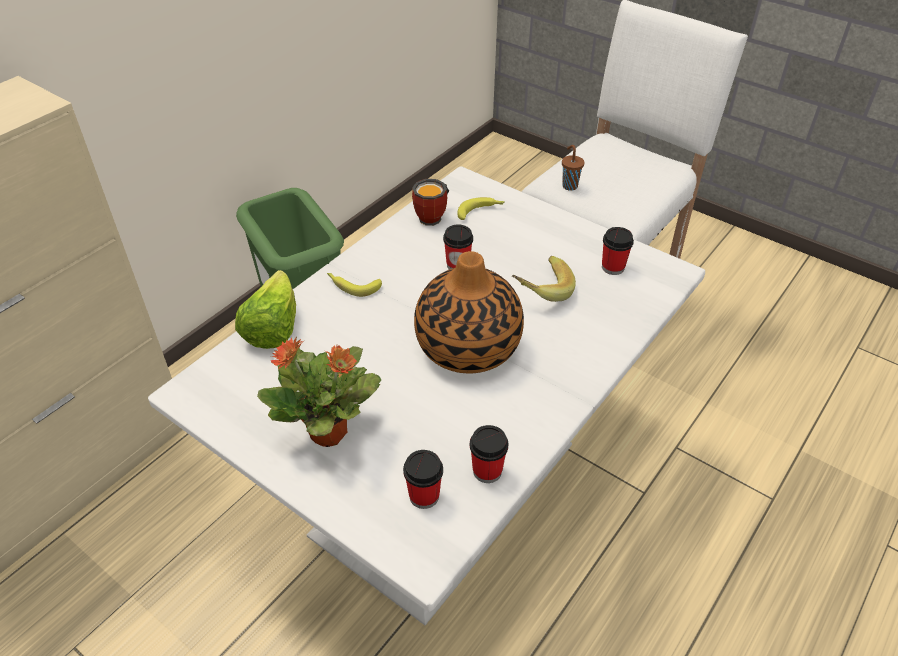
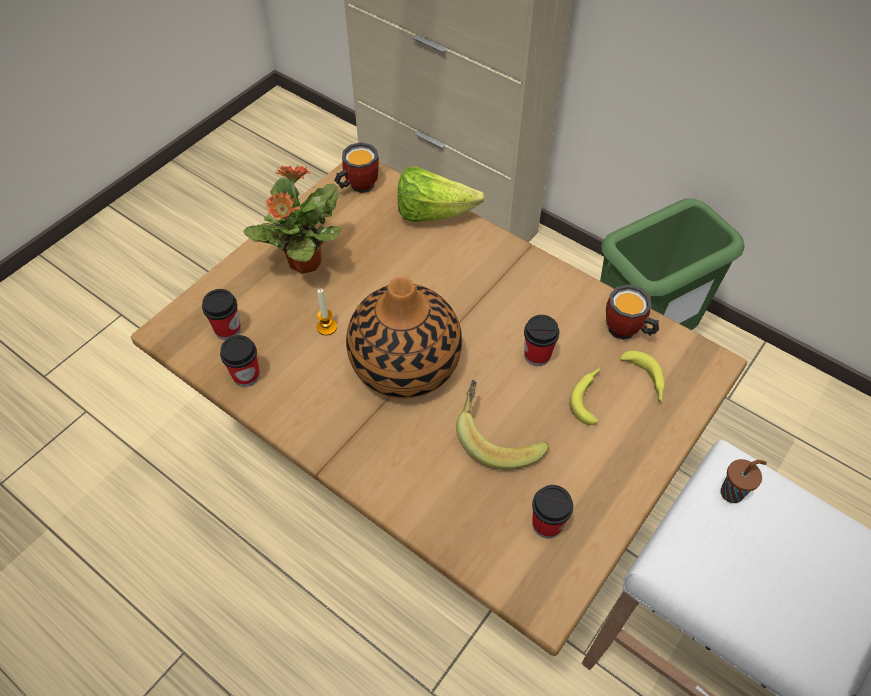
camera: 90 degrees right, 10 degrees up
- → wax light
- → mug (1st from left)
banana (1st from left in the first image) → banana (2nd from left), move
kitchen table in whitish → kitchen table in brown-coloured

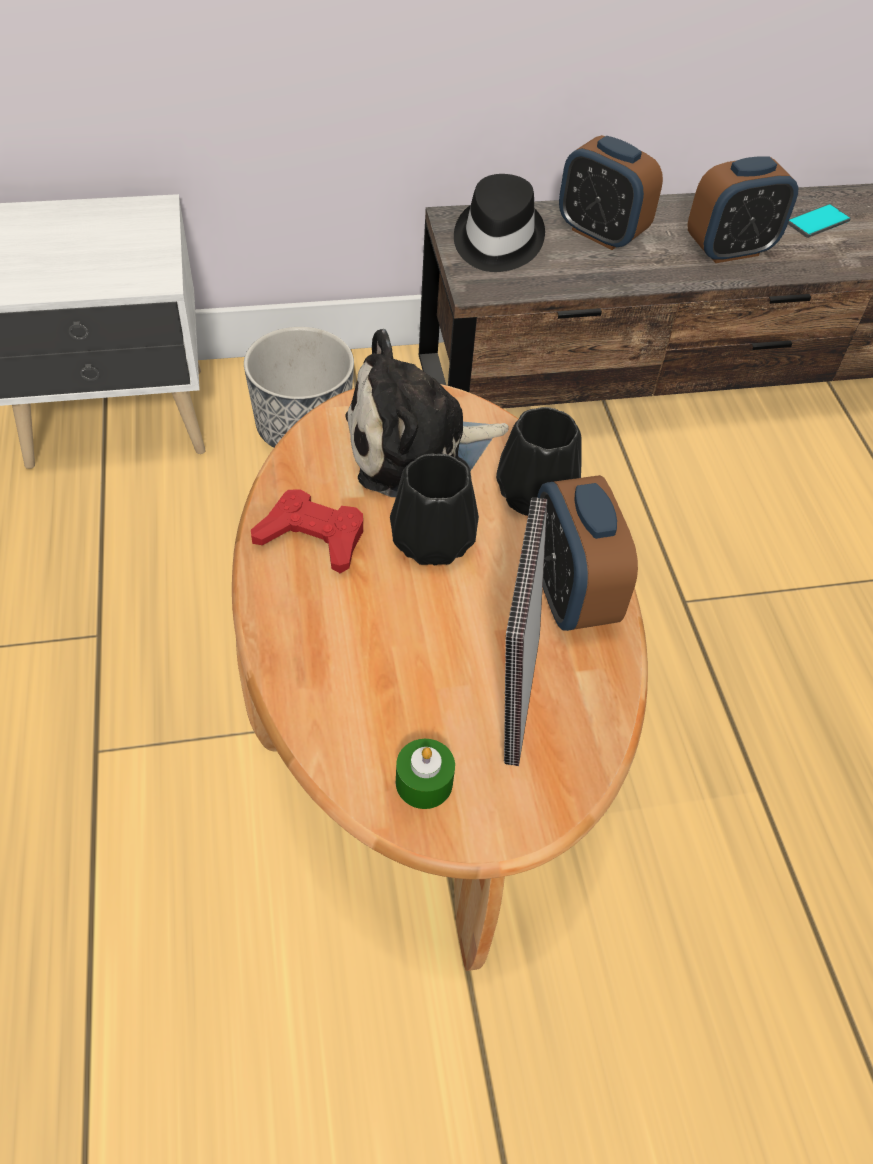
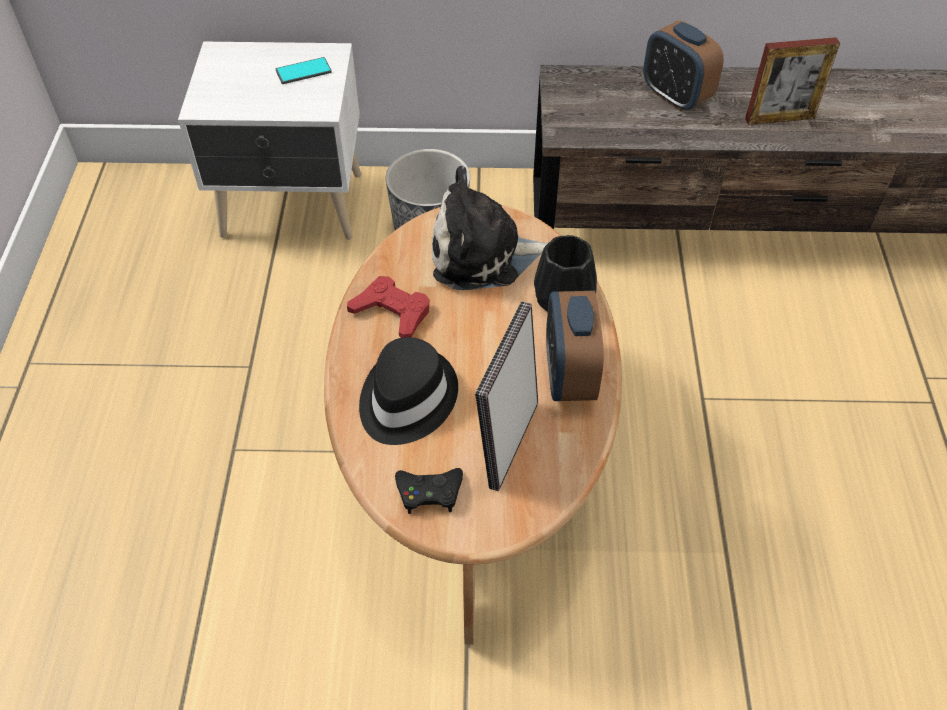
camera: 15 degrees right, 0 degrees up
decorative vase in black (1st from left) → -
hat in black, move
phone, move
wax light in green → joypad in black
table clock (3rd from left) → picture frame (2nd from left)

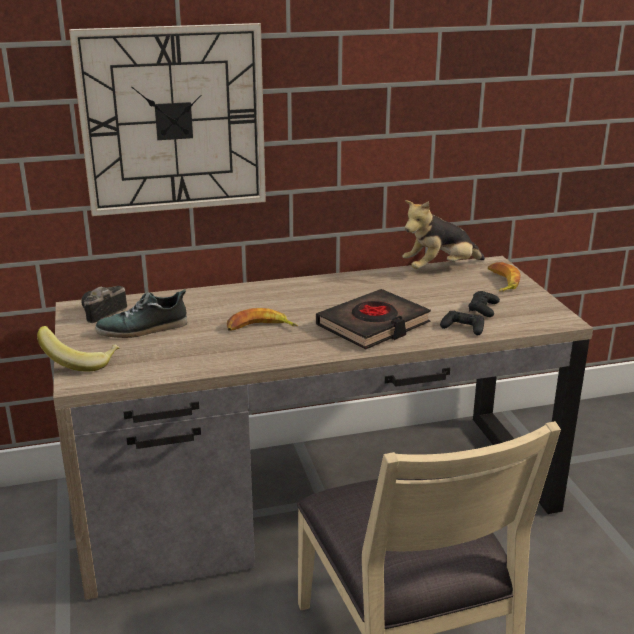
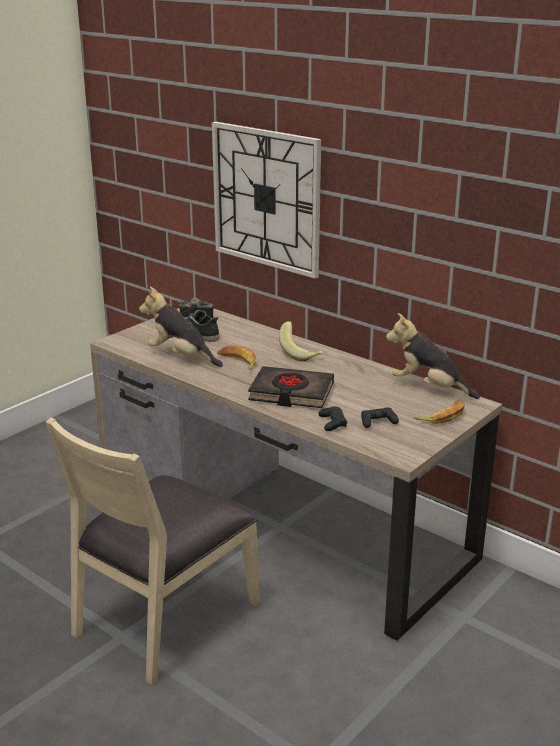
camera: 55 degrees right, 0 degrees up
- → soft toy (1st from left)
banana (1st from left in the first image) → banana (2nd from left), move

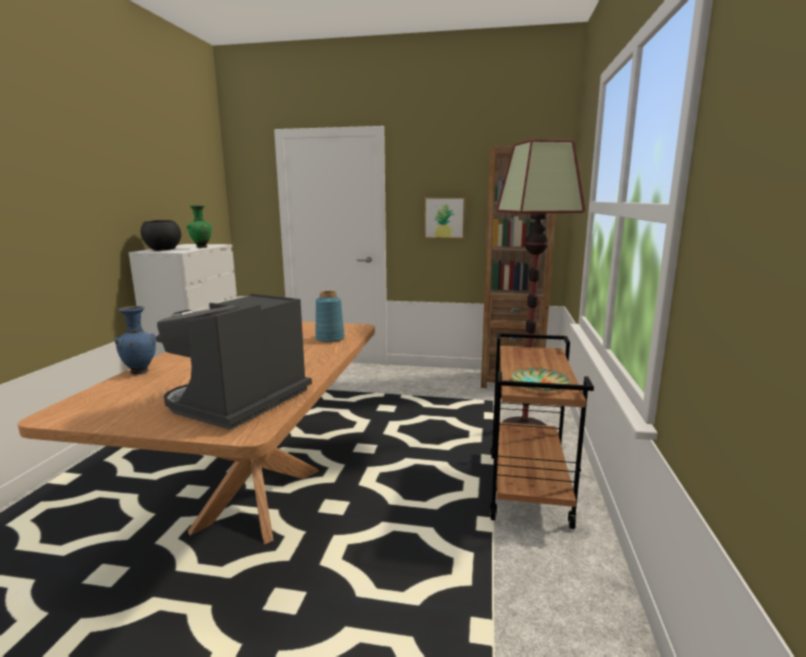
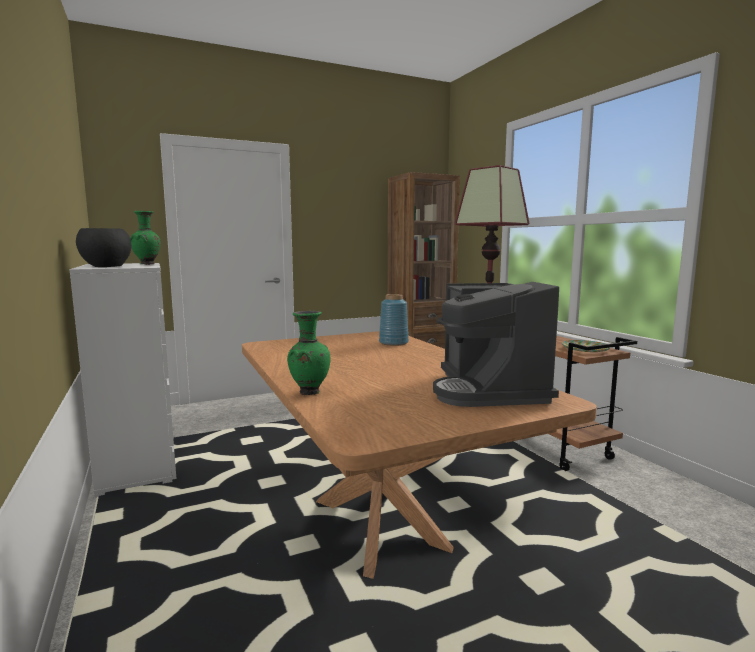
camera: 35 degrees left, 5 degrees down
picture → -
decorative vase in blue-coloured (1st from left) → decorative vase in green (2nd from left)

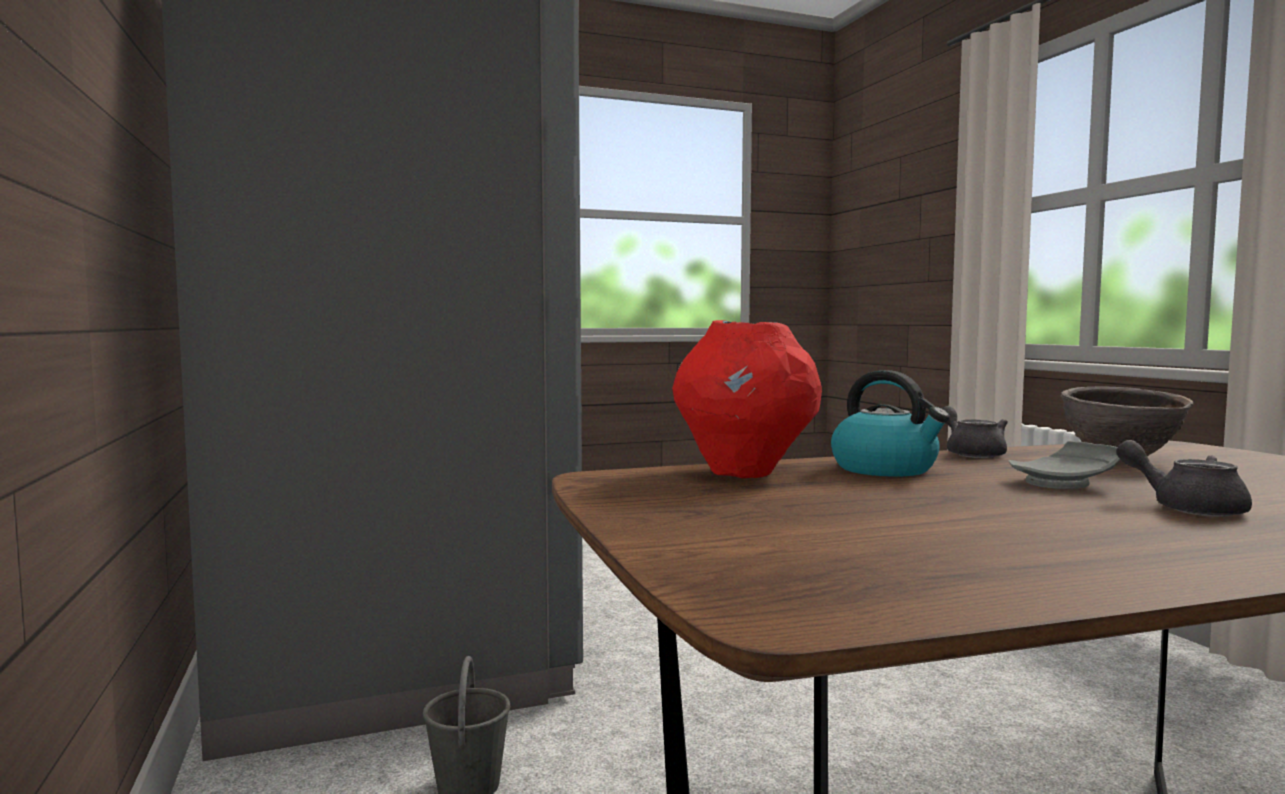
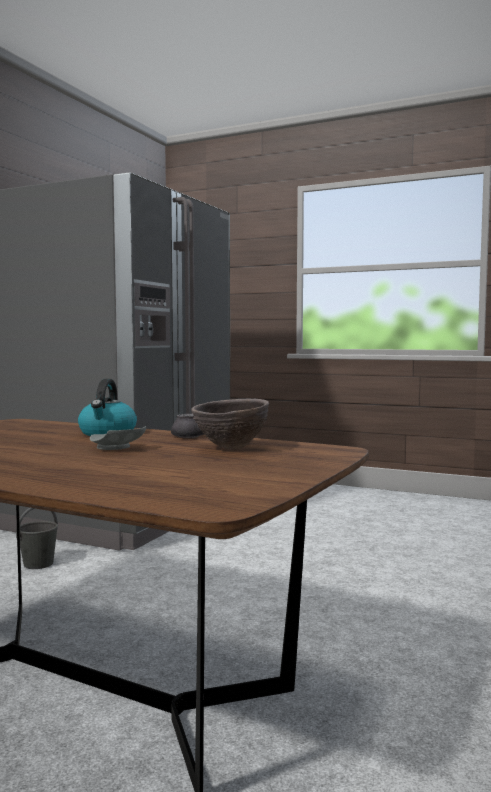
camera: 45 degrees right, 0 degrees up
decorative vase in reddish → -
tea pot in grey (2nd from left) → -

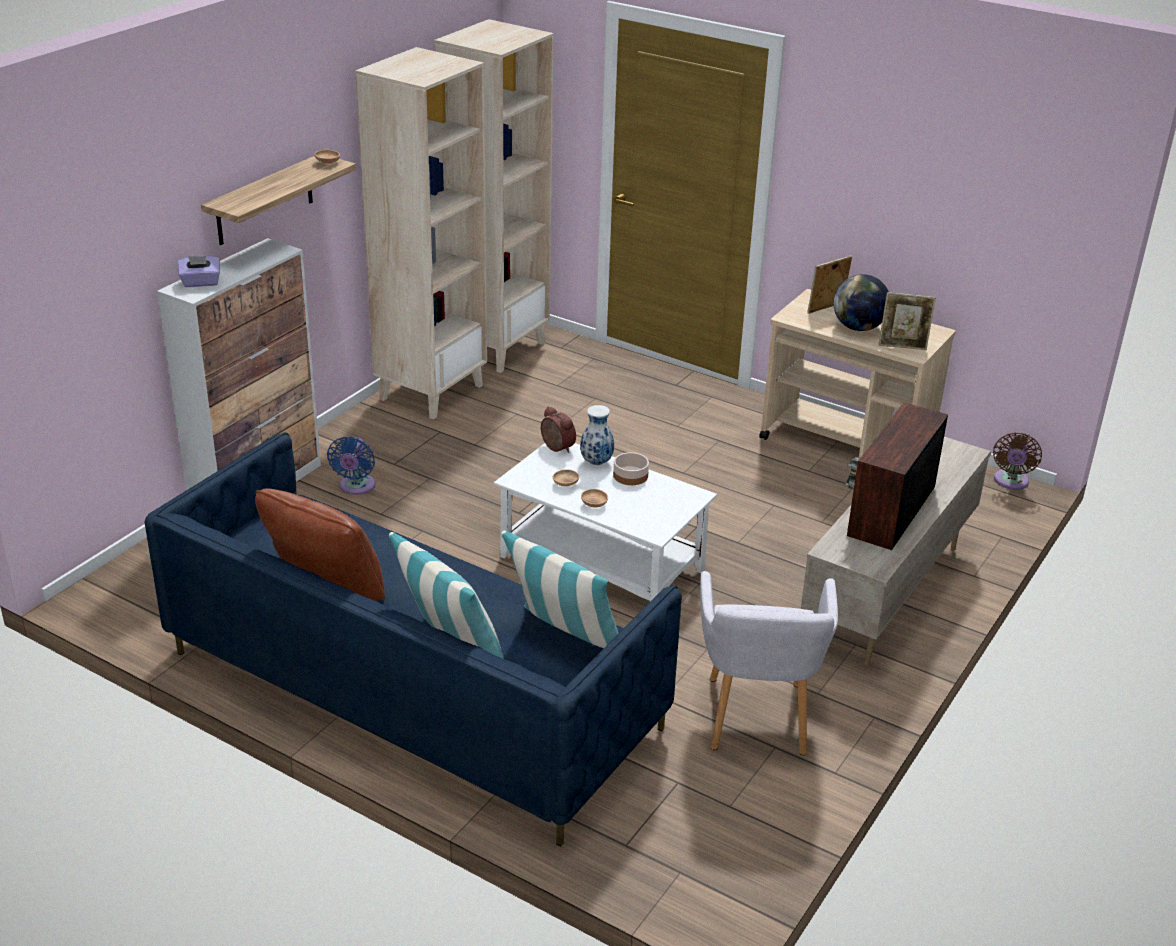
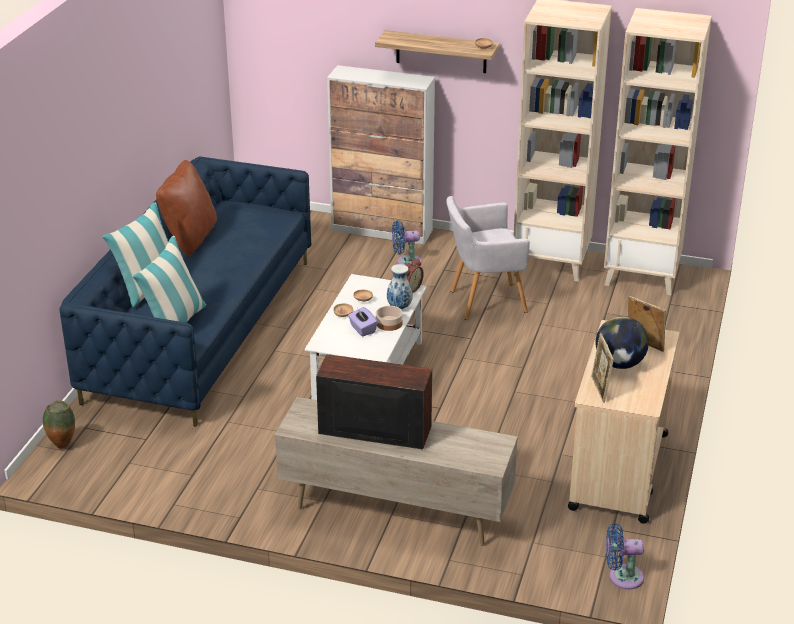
camera: 75 degrees right, 0 degrees up
- → decorative vase (1st from left)
tissue holder in purple-coloured, move
armchair in grey, move
fan in brown-coloured → fan in blue-coloured (2nd from left)

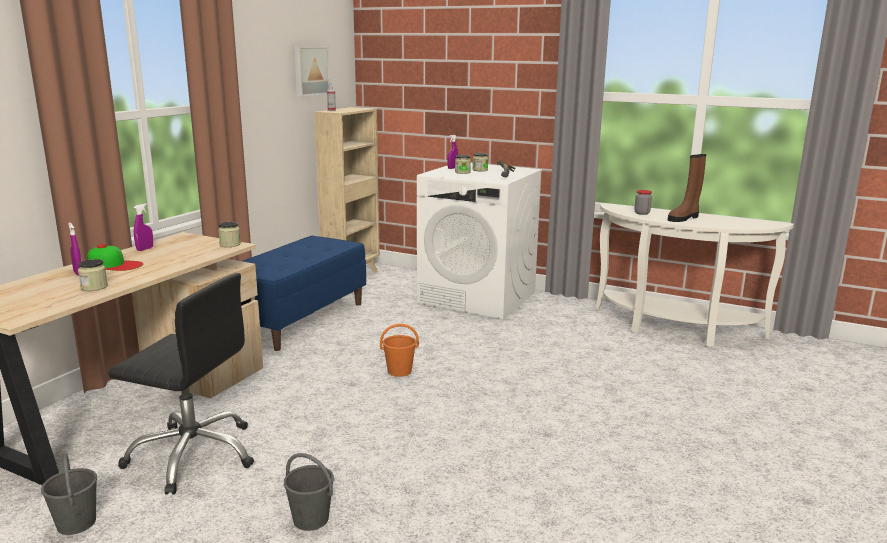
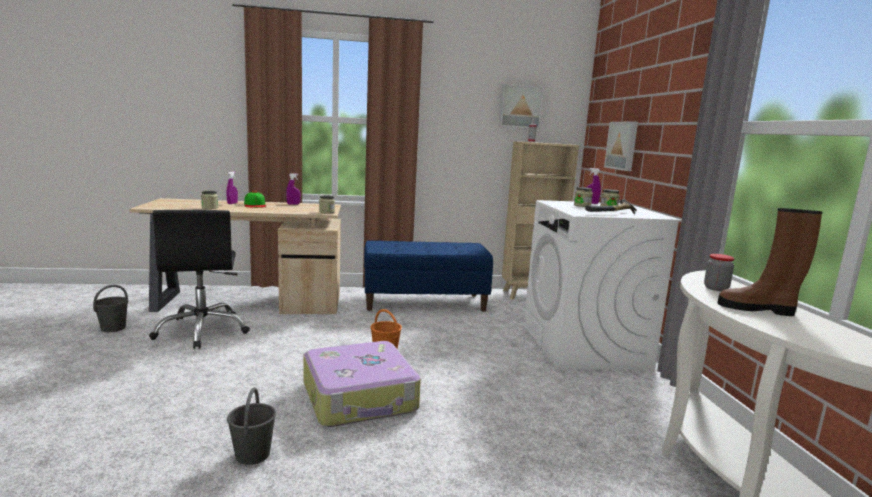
camera: 55 degrees right, 5 degrees down
- → suitcase
- → picture (2nd from left)
pail in grey (2nd from left), move

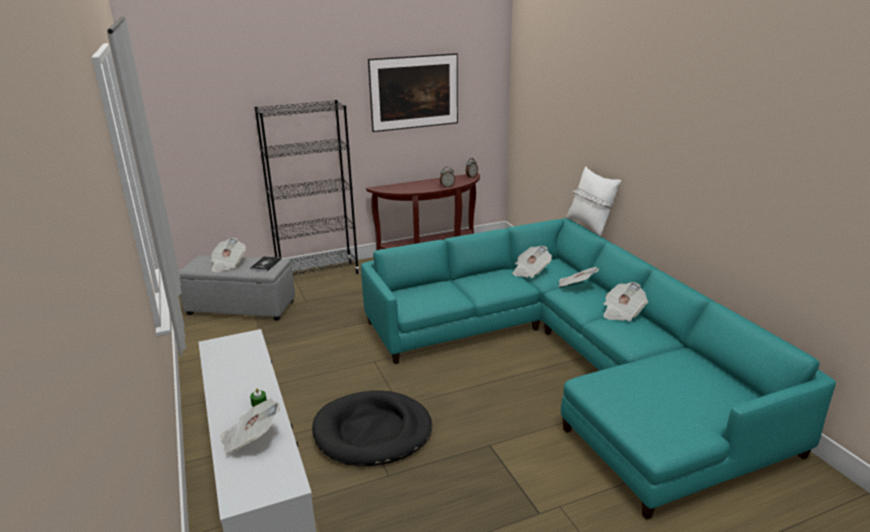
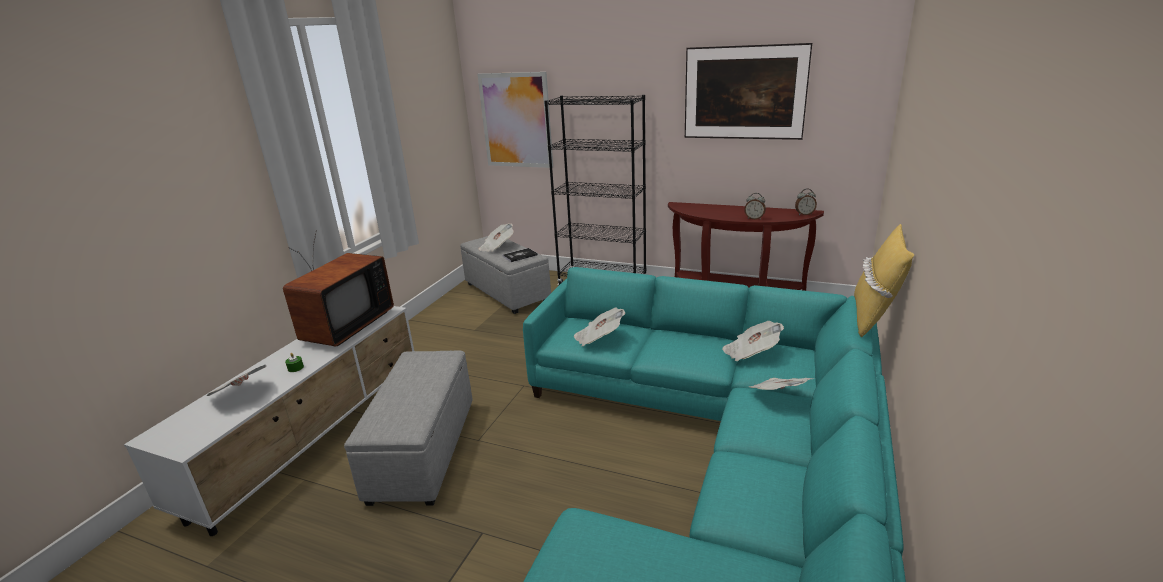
camera: 45 degrees right, 0 degrees up
- → TV
- → picture (1st from left)
printed paper (5th from left in the first image) → printed paper (3rd from left), move
dog cushion in black → ottoman in grey (1st from left)
pillow in whitish → pillow in yellow-coloured

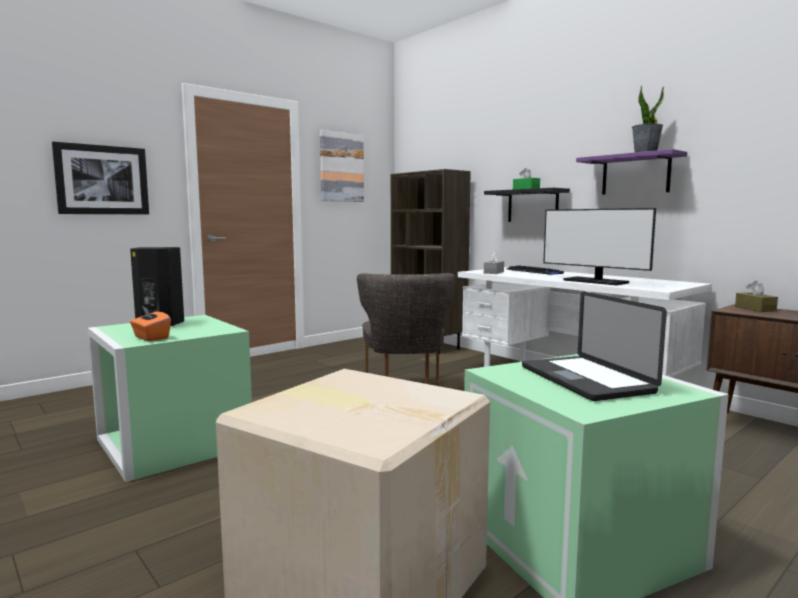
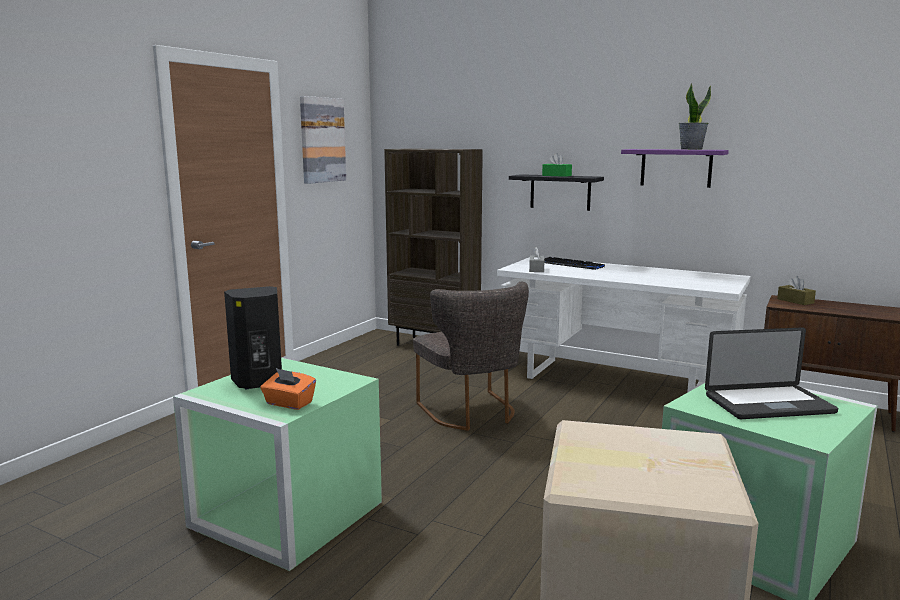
camera: 20 degrees left, 5 degrees up
picture (1st from left) → -
monitor → -
portable computer, 60 degrees counterclockwise

